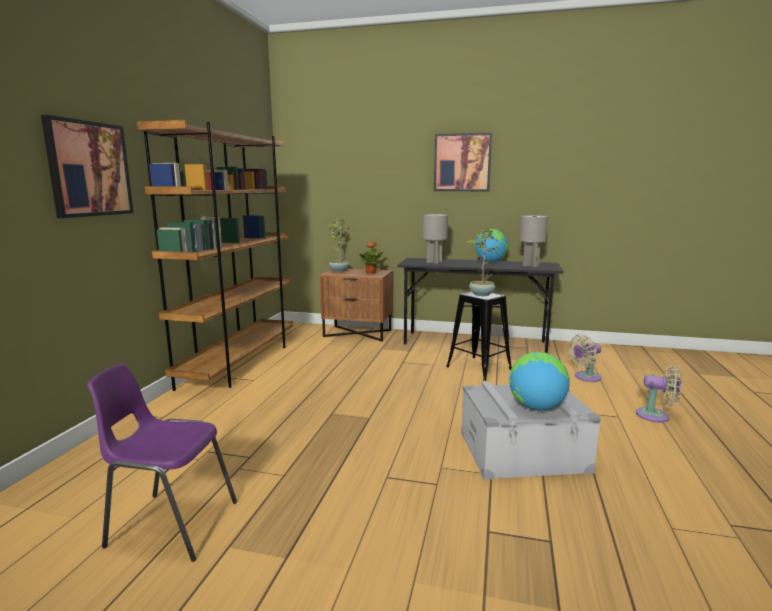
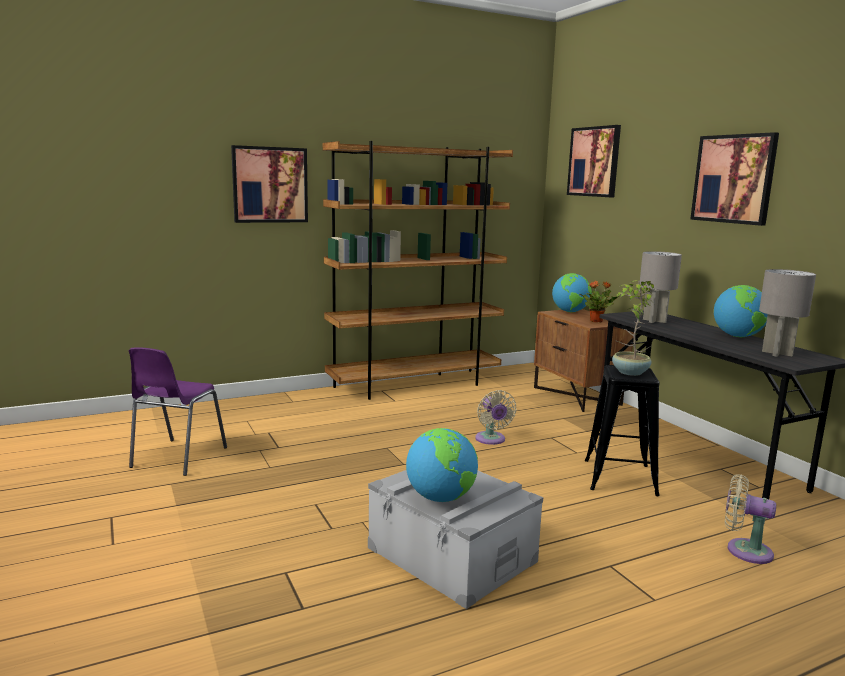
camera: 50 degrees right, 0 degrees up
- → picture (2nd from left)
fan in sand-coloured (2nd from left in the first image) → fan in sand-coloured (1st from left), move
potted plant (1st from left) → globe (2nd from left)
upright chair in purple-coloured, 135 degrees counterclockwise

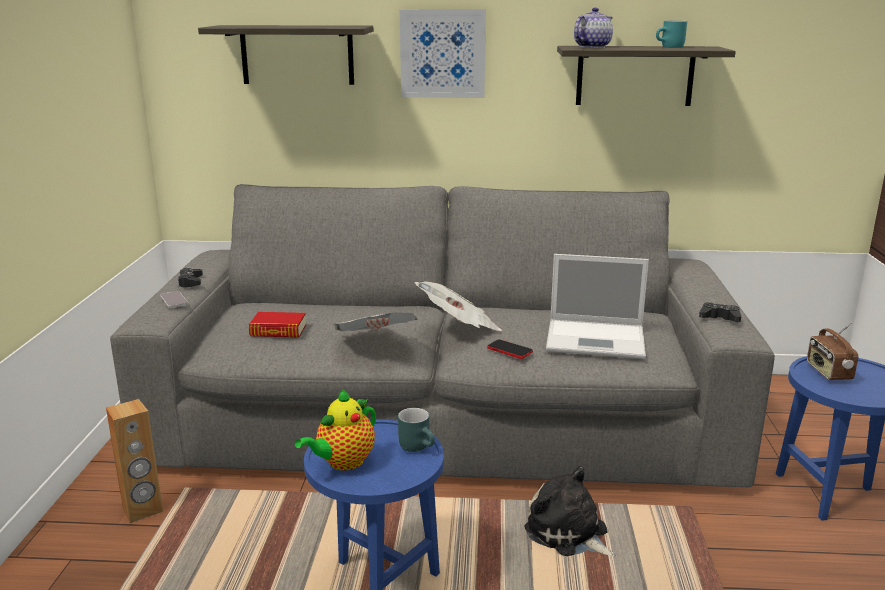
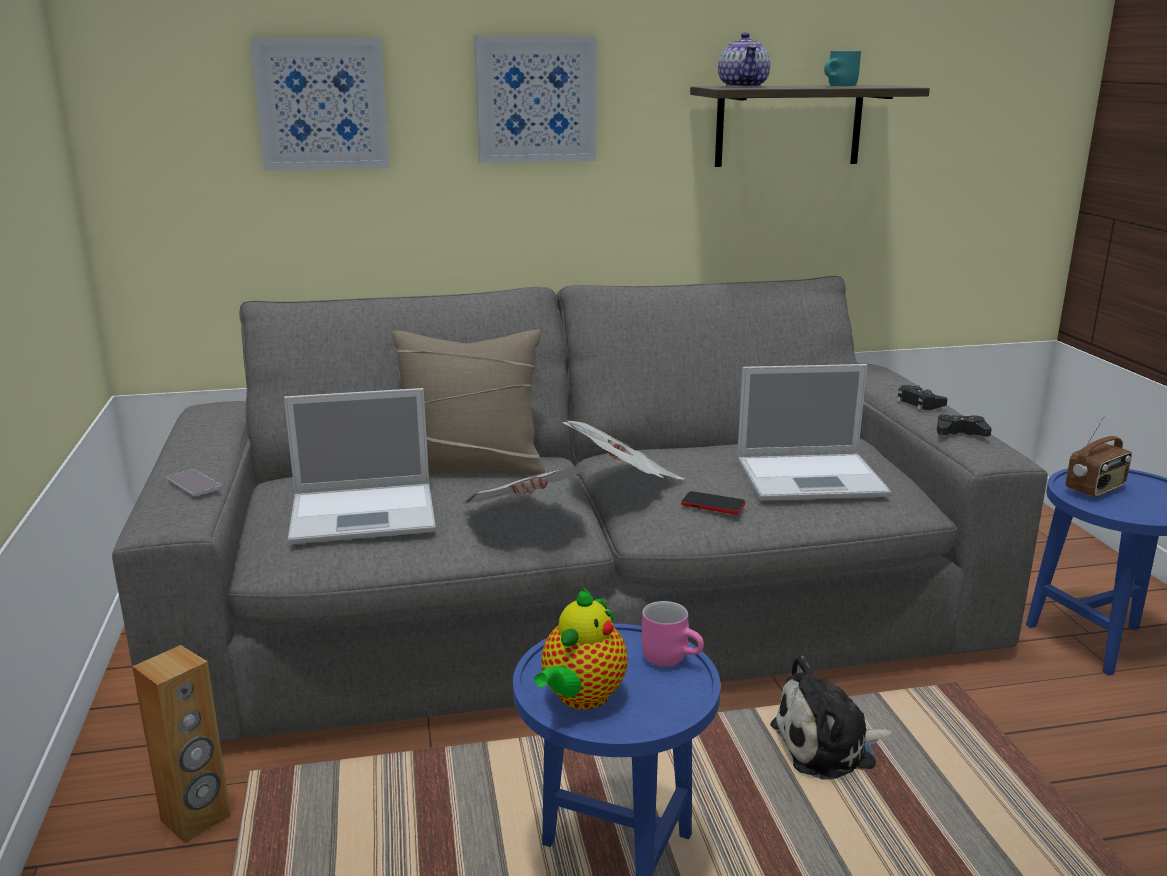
camera: 15 degrees left, 0 degrees up
- → pillow in sand-coloured
joypad in black (1st from left), move
wall shelf (1st from left) → picture (1st from left)
volume → portable computer (1st from left)
mug in blue-green (1st from left) → mug in pink
soft toy, 45 degrees counterclockwise
tea pot (2nd from left), 150 degrees clockwise
radio set, 105 degrees counterclockwise

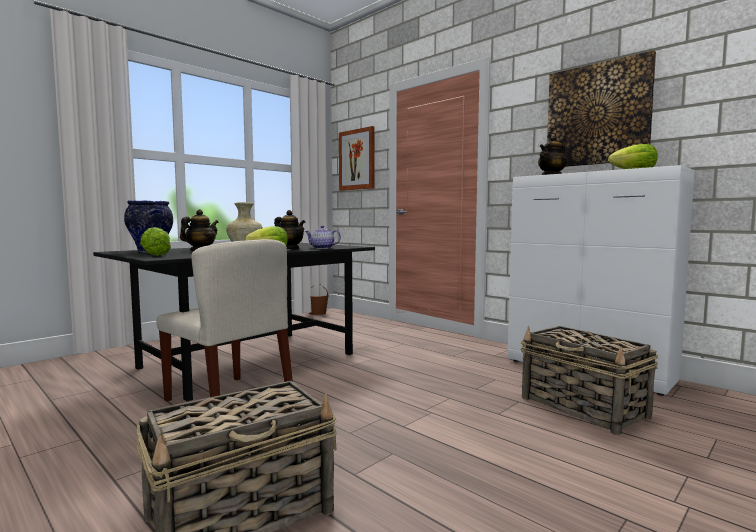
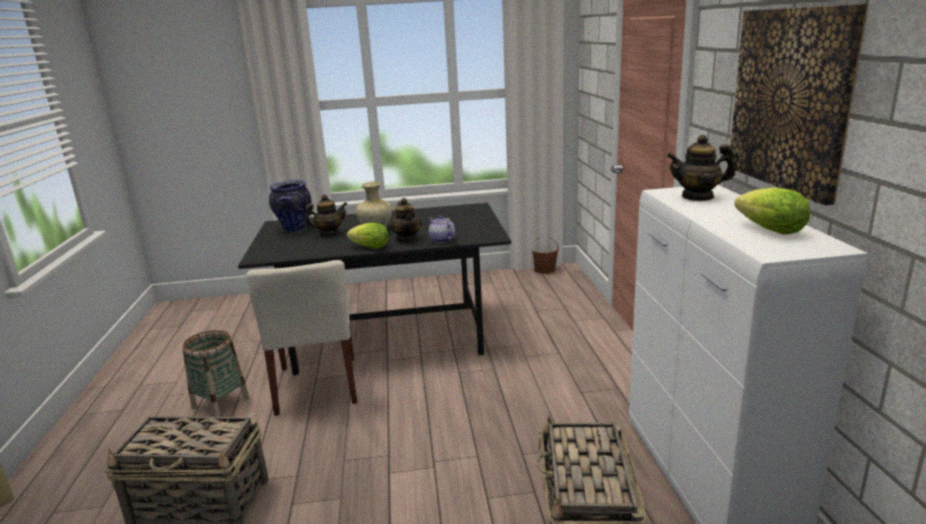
camera: 40 degrees right, 15 degrees up
lettuce (1st from left) → -
picture (1st from left) → -
- → basket (2nd from left)

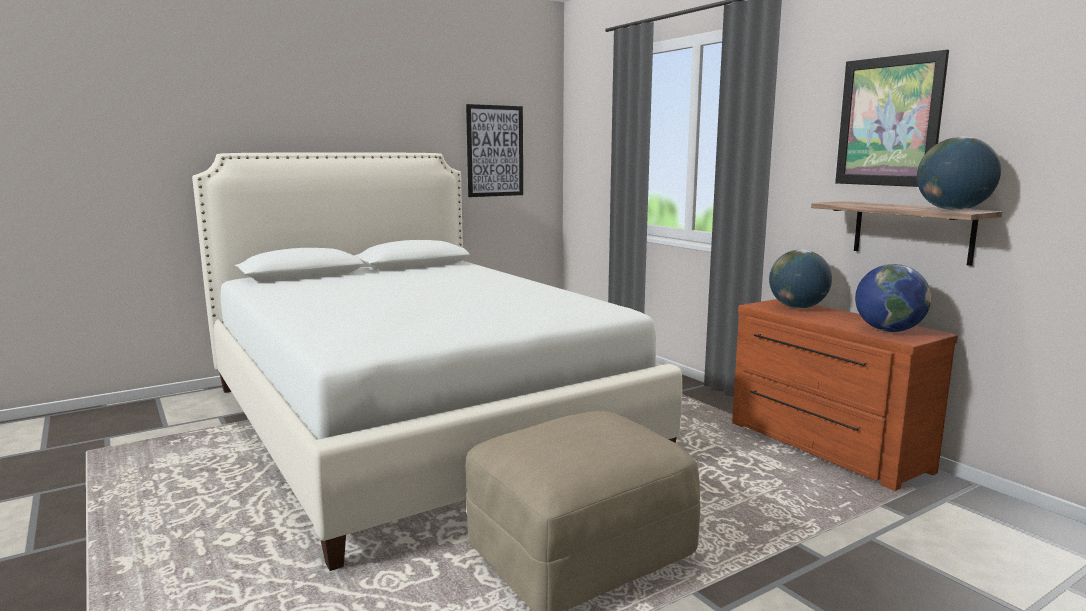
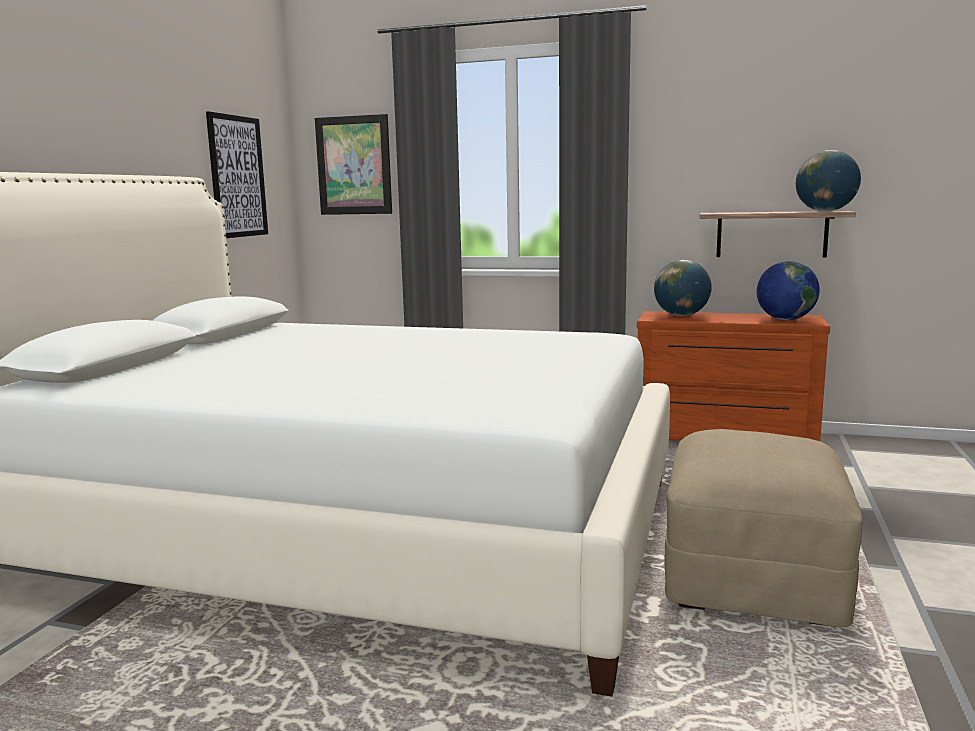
camera: 40 degrees left, 0 degrees up
picture (2nd from left), move

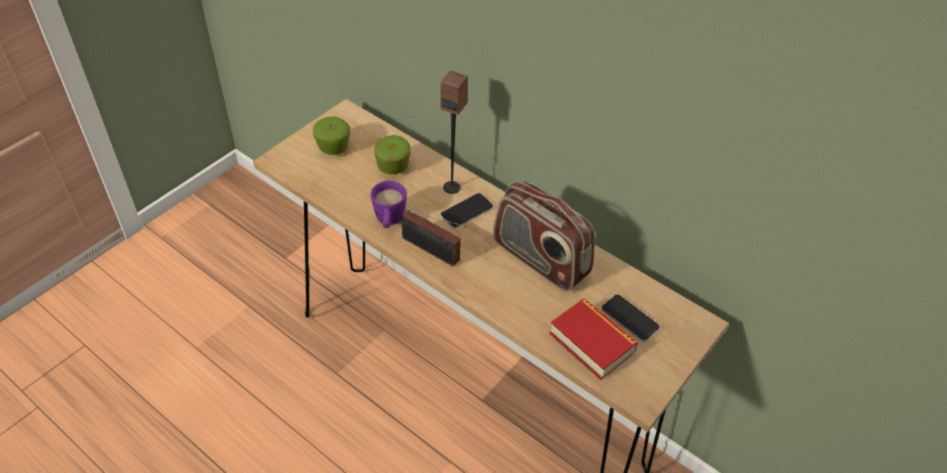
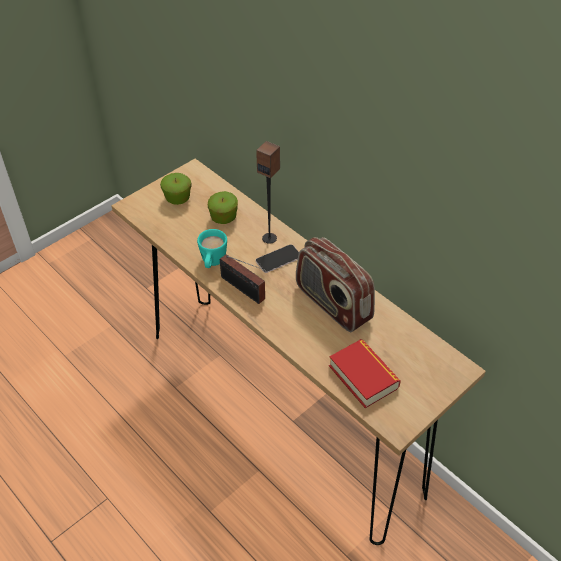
camera: 10 degrees right, 0 degrees up
phone (2nd from left) → -
mug in purple-coloured → mug in blue-green

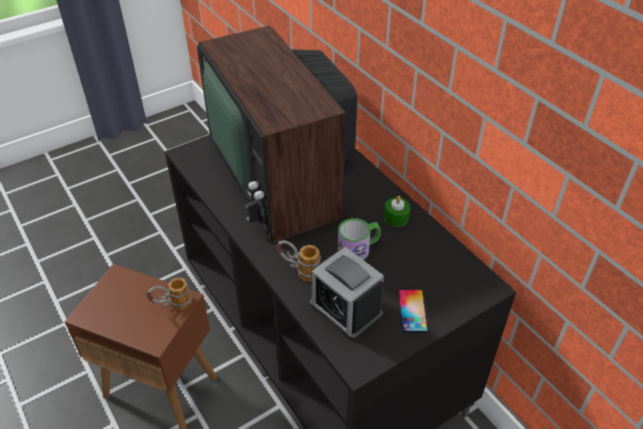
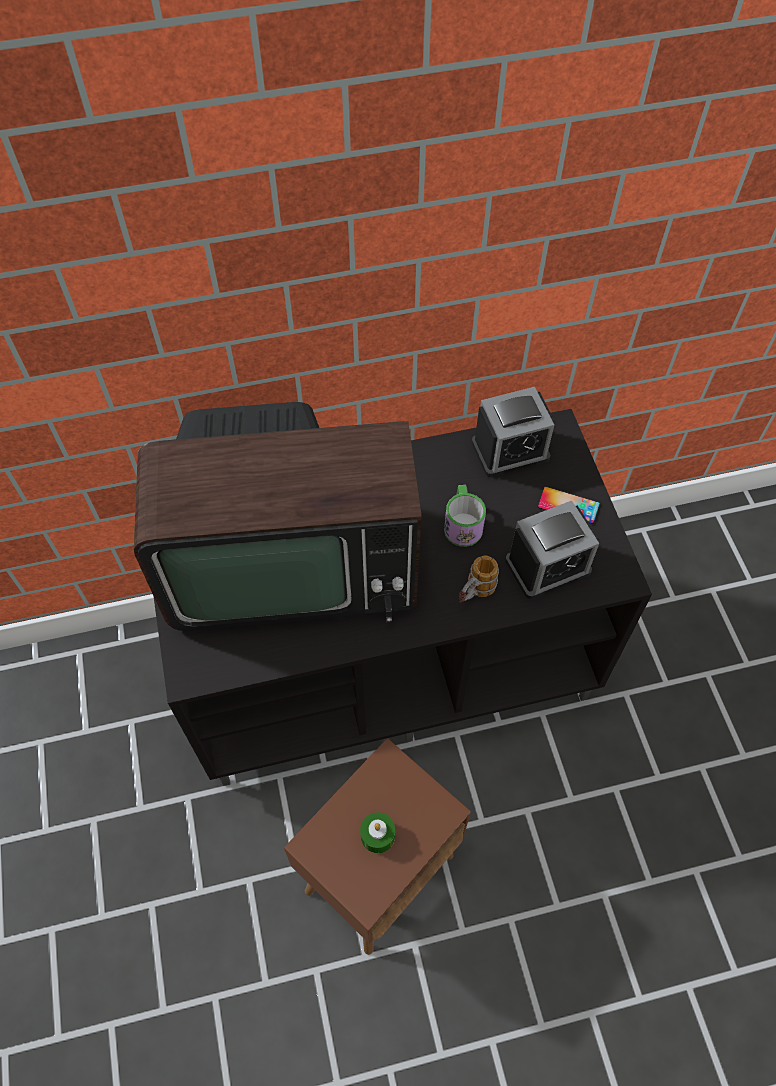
camera: 70 degrees left, 15 degrees up
mug (1st from left) → -
- → table clock (1st from left)
wax light in green, move

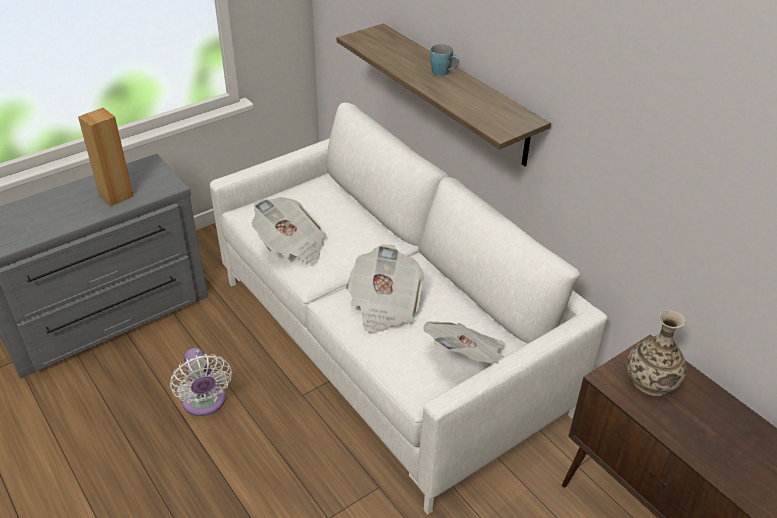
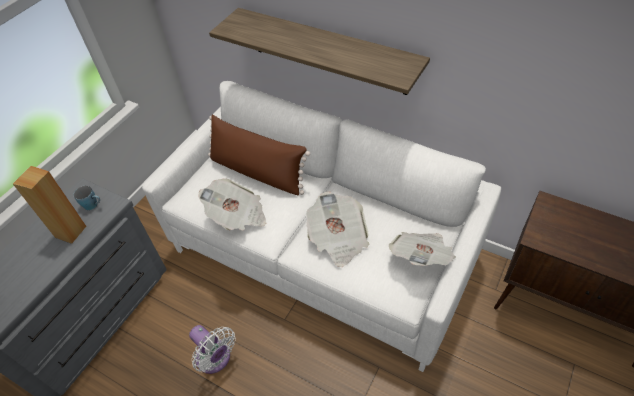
camera: 20 degrees left, 10 degrees up
decorative vase → -
- → pillow in brown-coloured
mug in blue-coloured, move

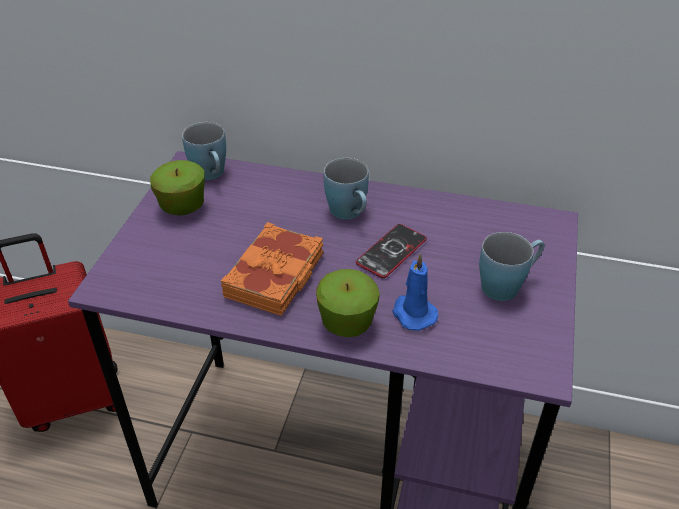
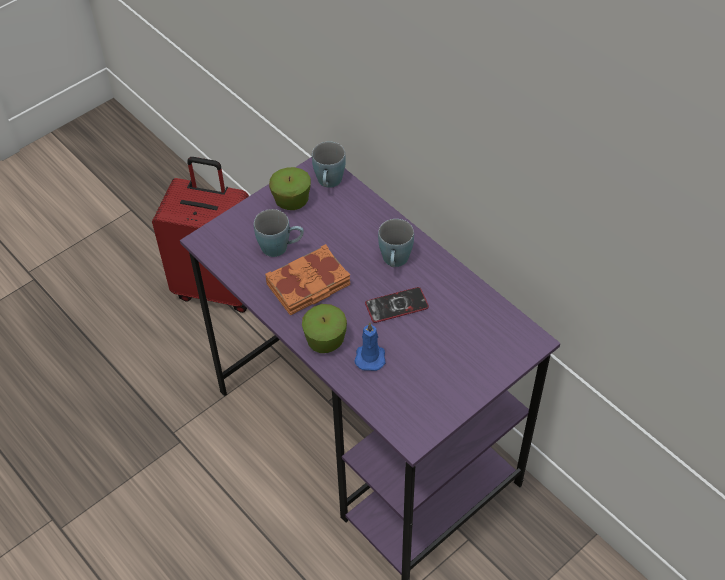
camera: 35 degrees right, 10 degrees up
mug in blue-coloured (3rd from left in the first image) → mug in blue-coloured (1st from left), move

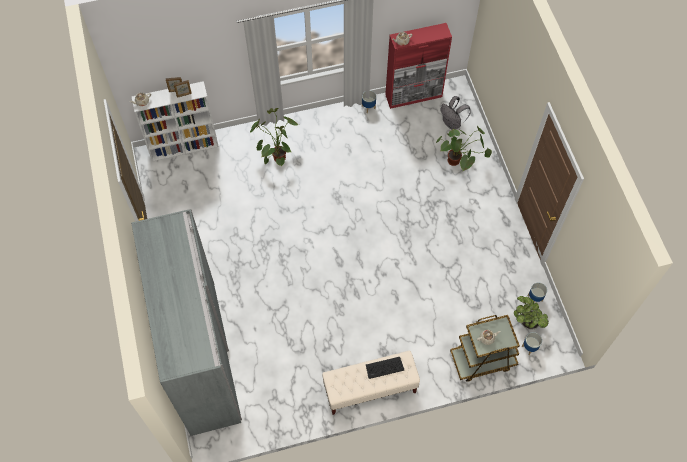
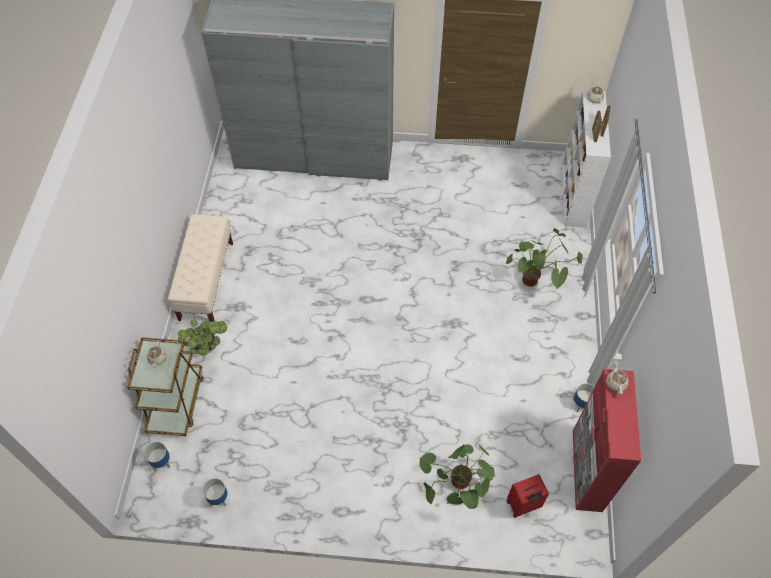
camera: 110 degrees right, 5 degrees down
computer keyboard → -
potted plant (3rd from left in the first image) → potted plant (1st from left), move
backpack in grey → suitcase in reddish

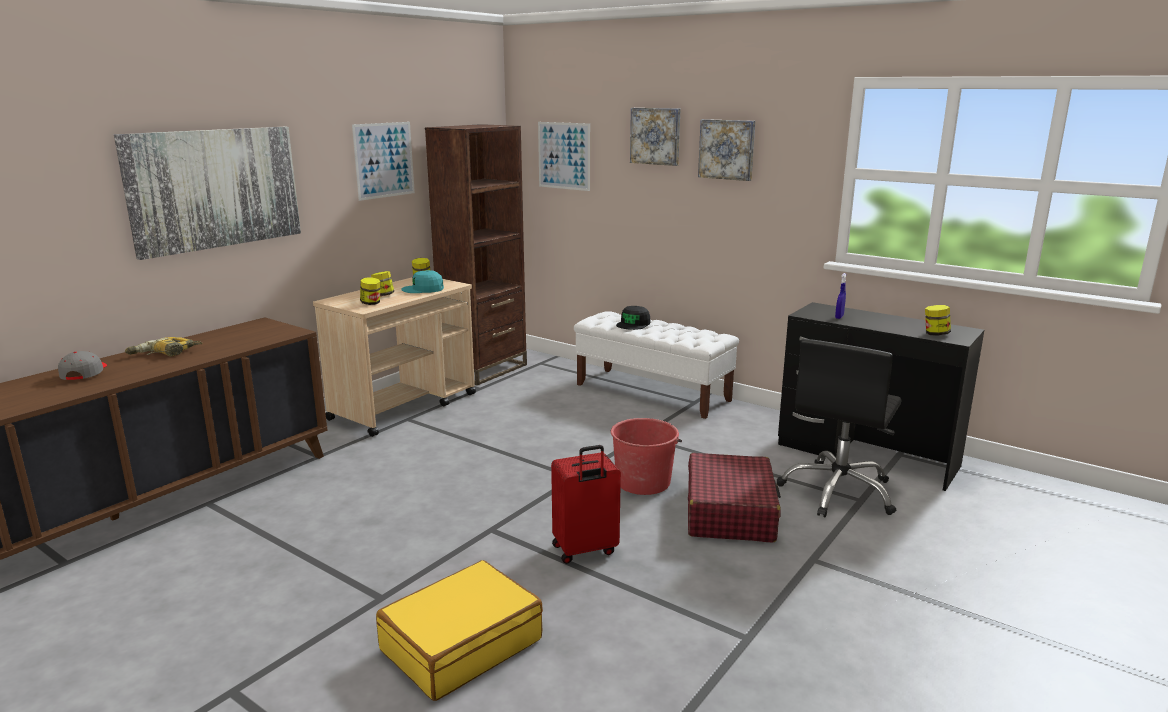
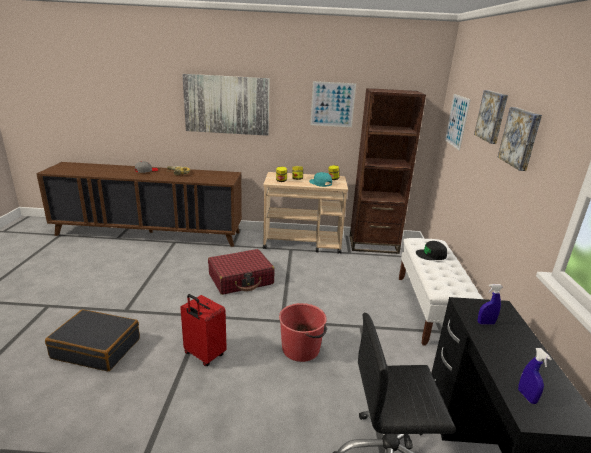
camera: 55 degrees right, 5 degrees up
suitcase in reddish (2nd from left), move
storage jar (4th from left) → hand sprayer in blue-coloured (2nd from left)
suitcase in yellow-coloured → suitcase in black

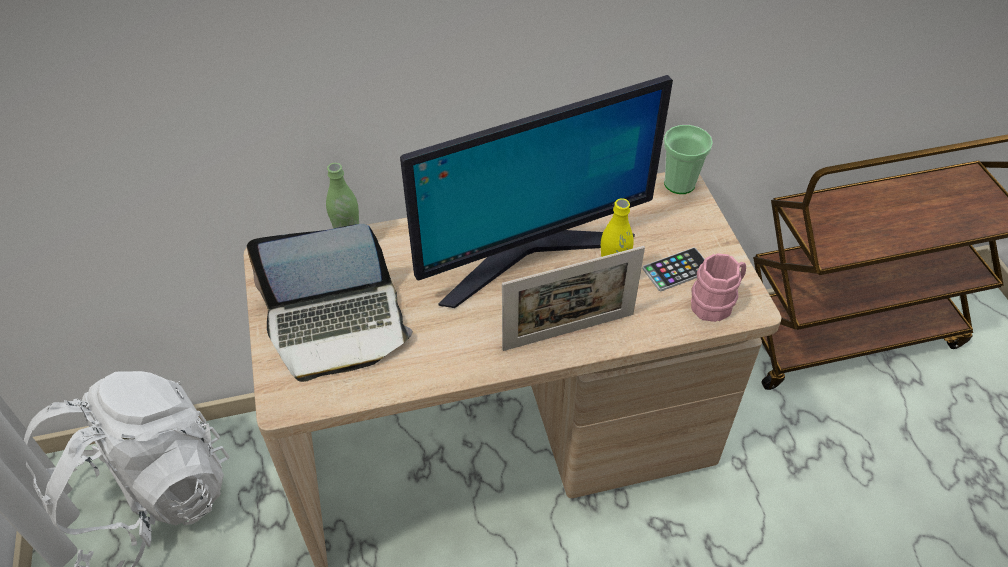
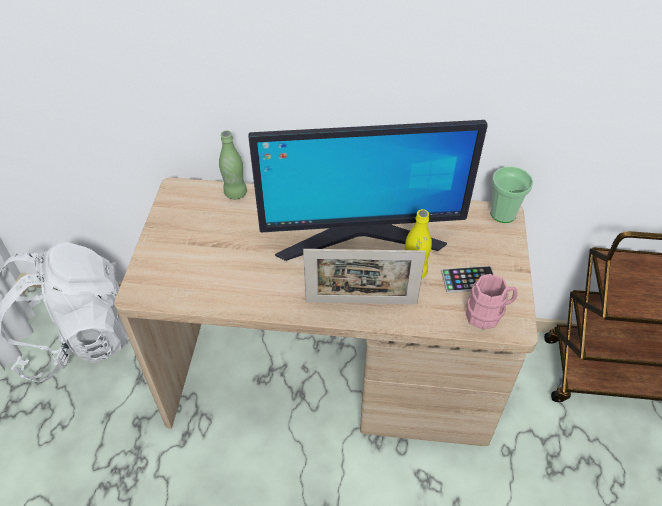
camera: 20 degrees right, 0 degrees up
portable computer → -

